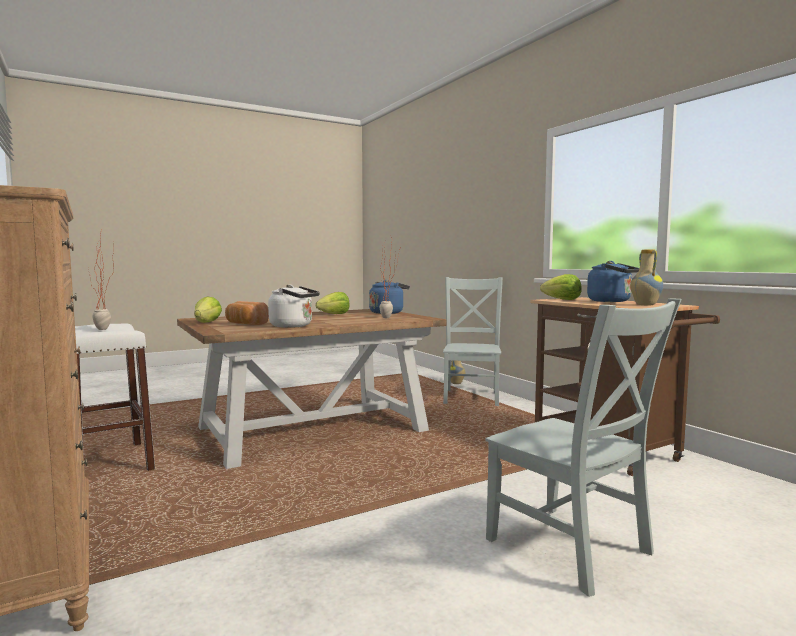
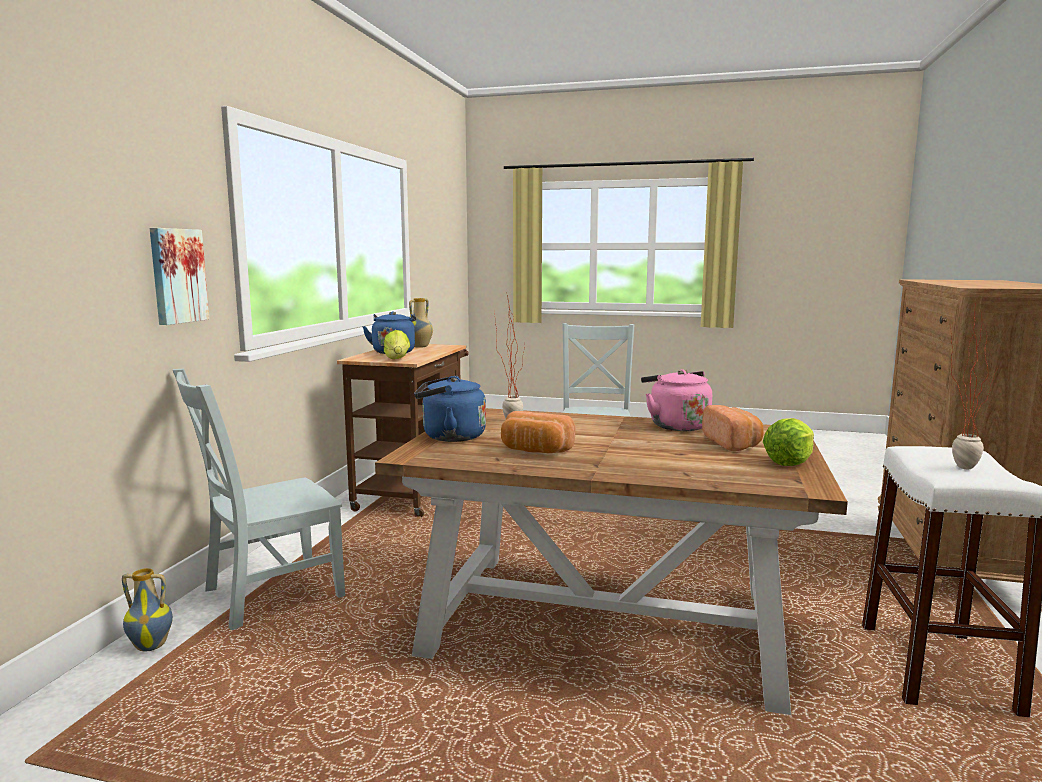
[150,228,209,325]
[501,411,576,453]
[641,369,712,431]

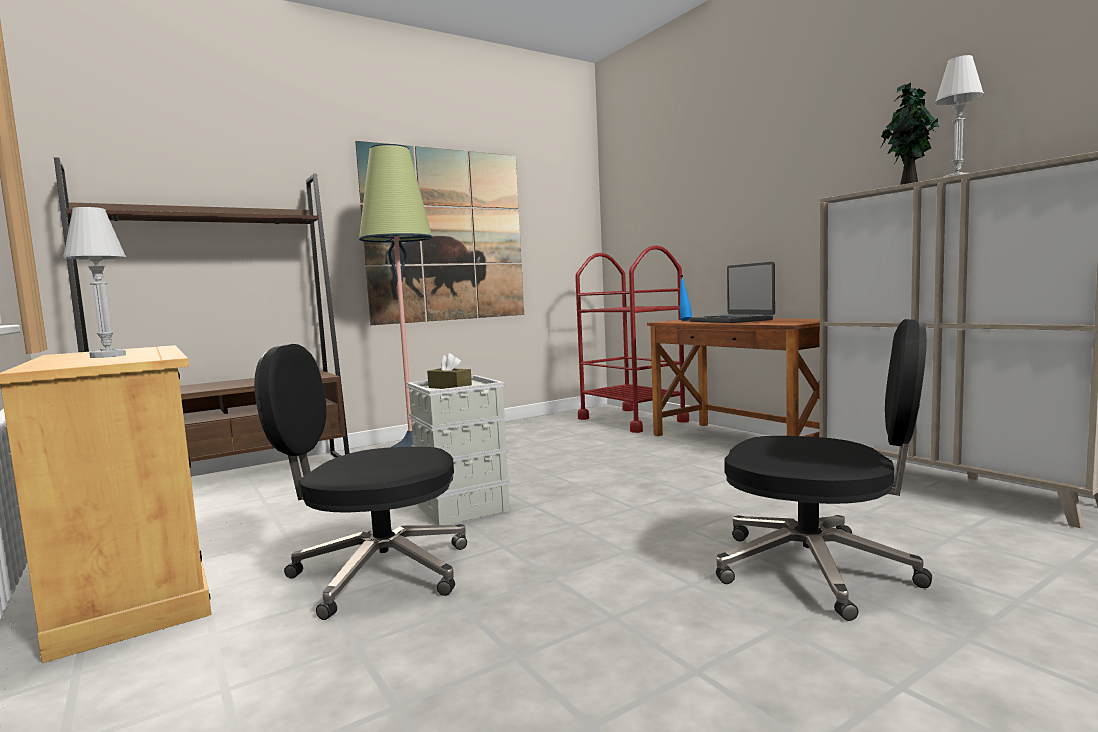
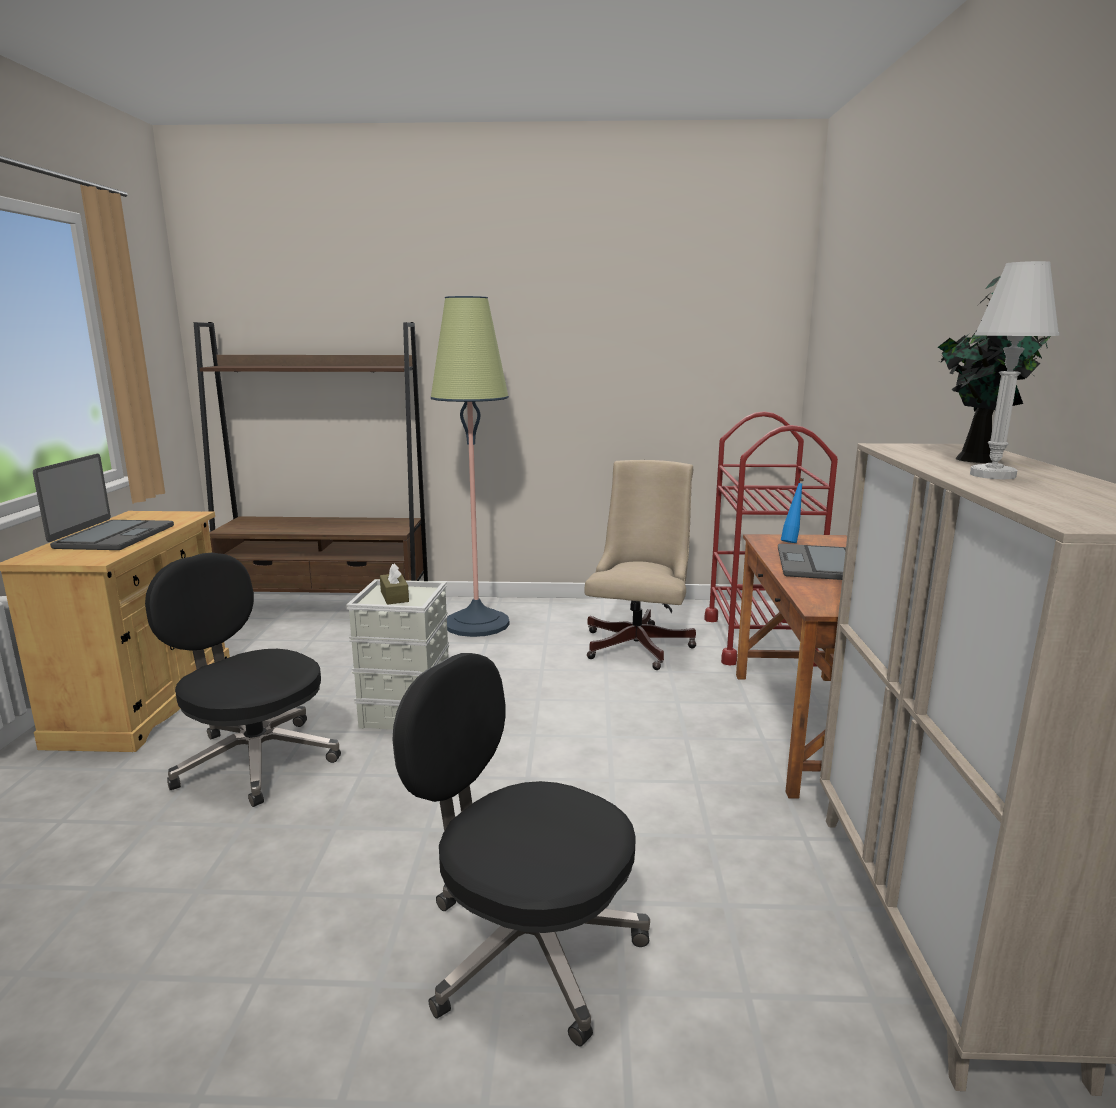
[33,454,174,550]
[392,653,650,1047]
[585,460,697,670]
[355,141,524,325] (first image)

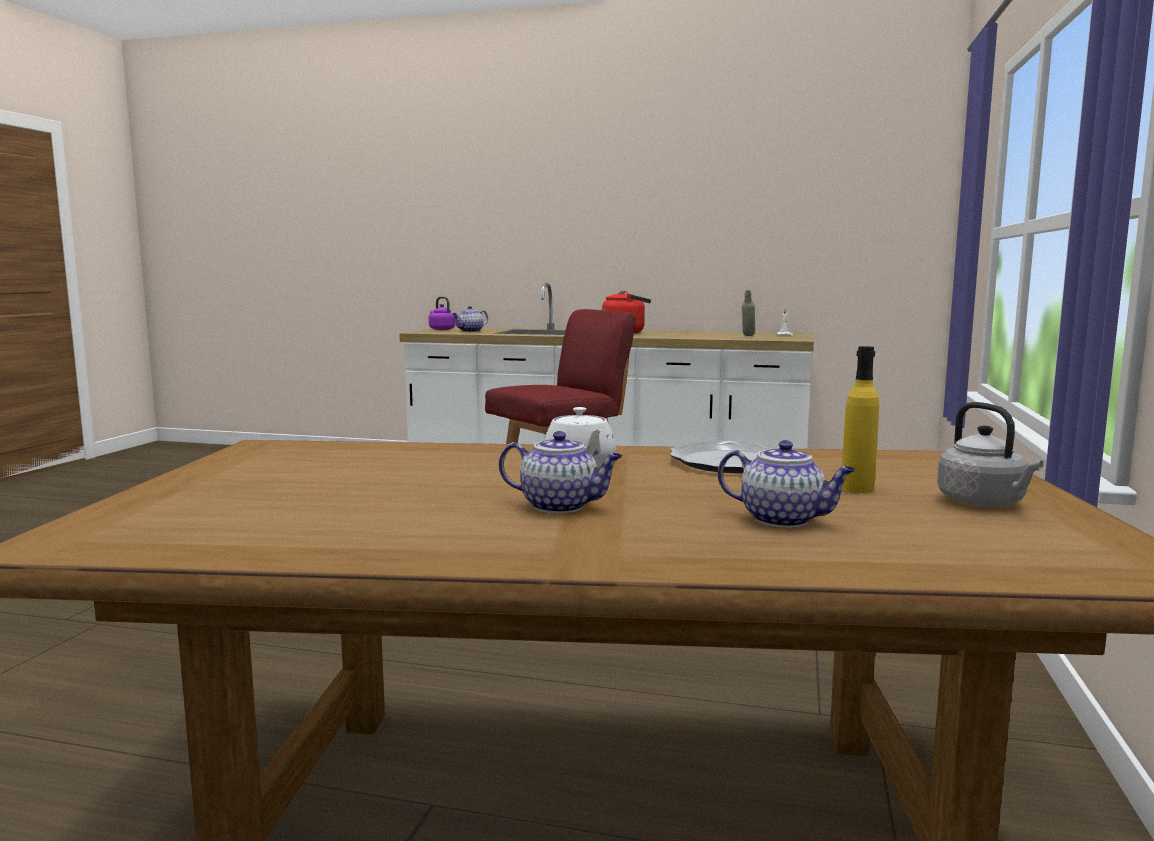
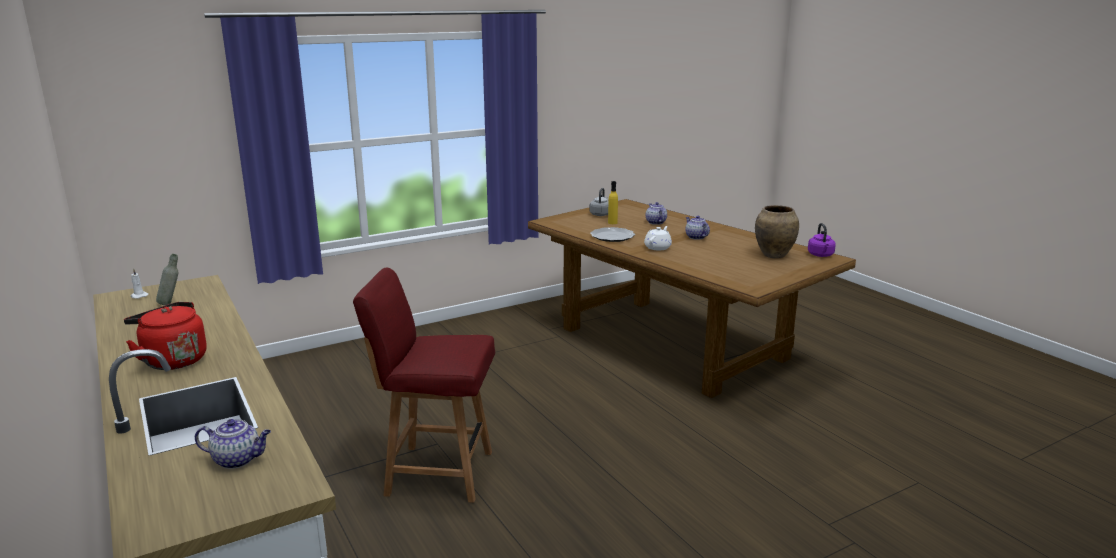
[755,205,799,258]
[808,223,836,257]

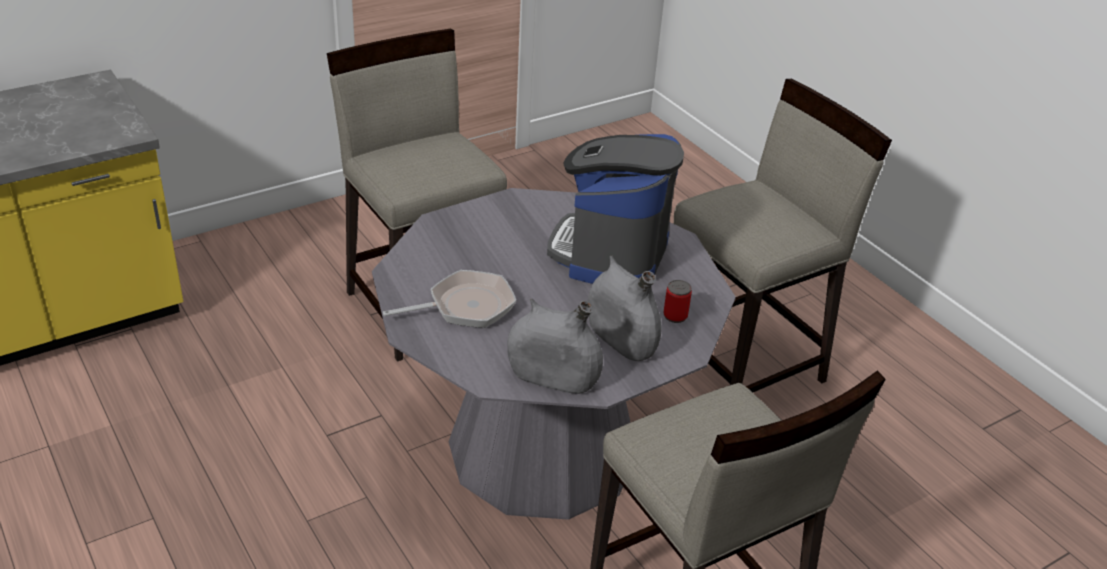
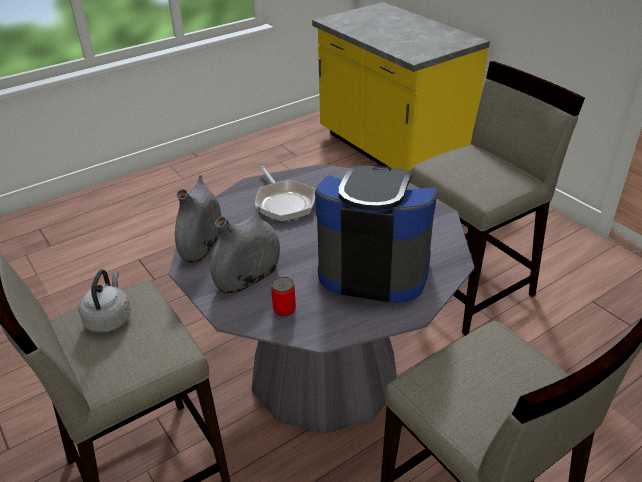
[78,269,131,333]

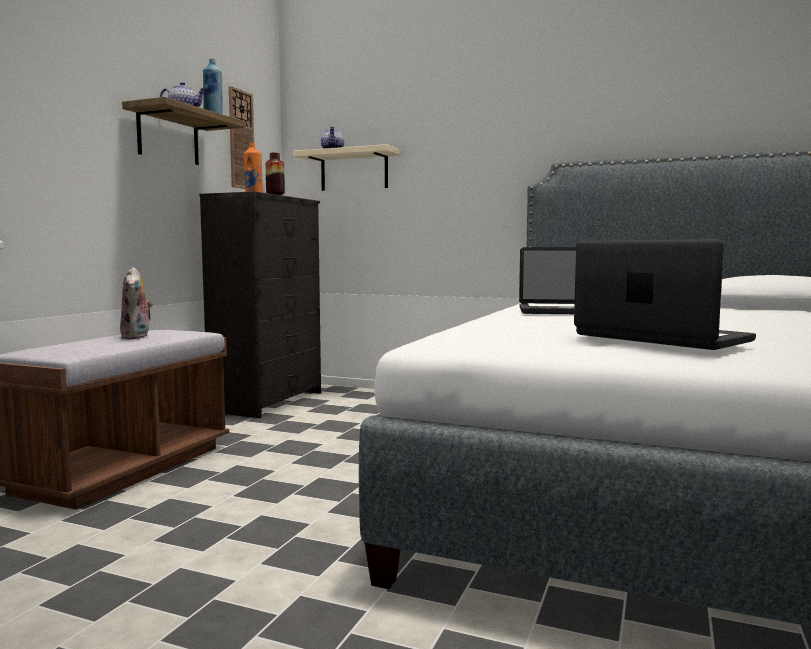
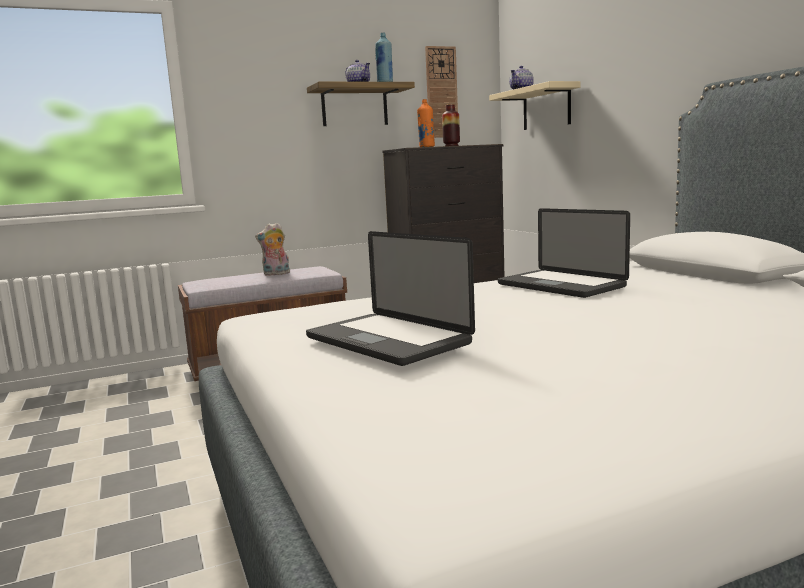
[255,223,290,276]
[306,231,475,366]

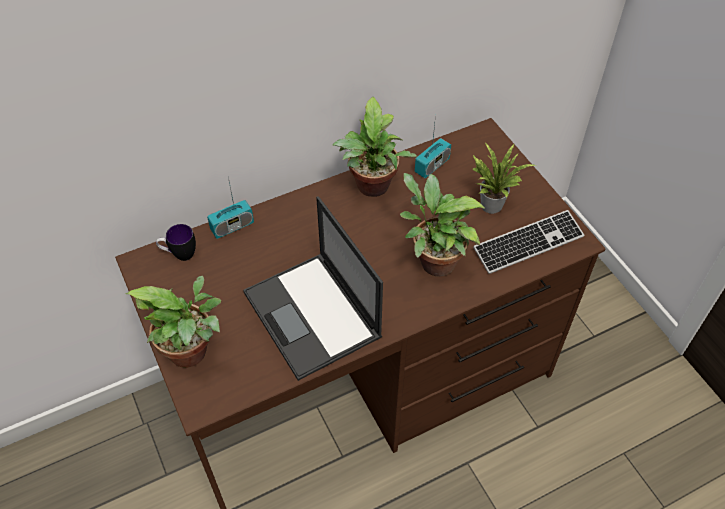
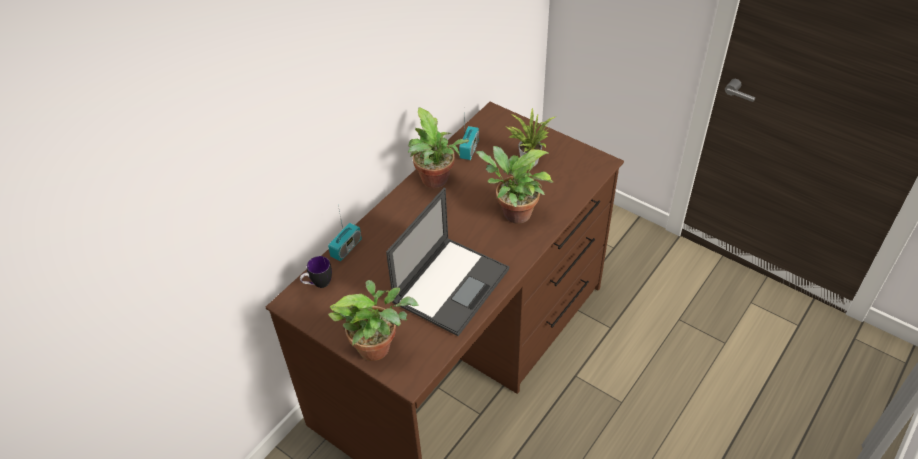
[386,188,509,336]
[473,210,585,274] (first image)

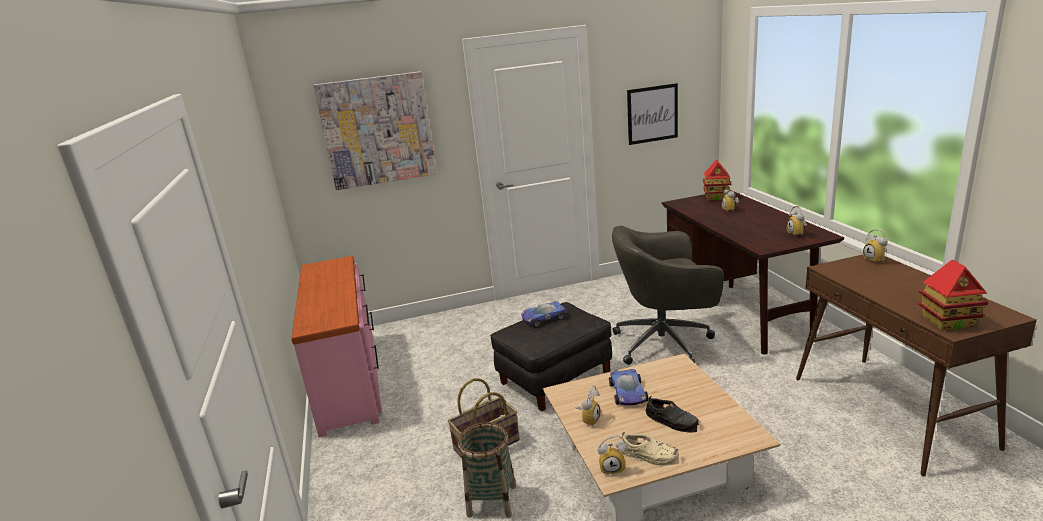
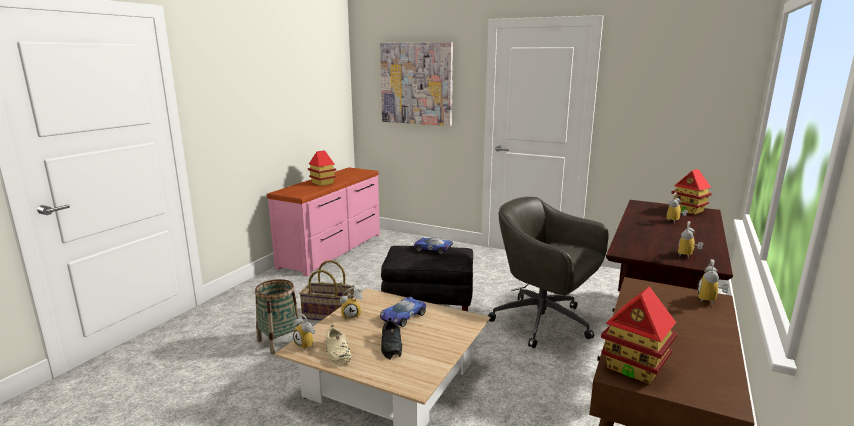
[308,150,336,186]
[627,83,678,145] (first image)

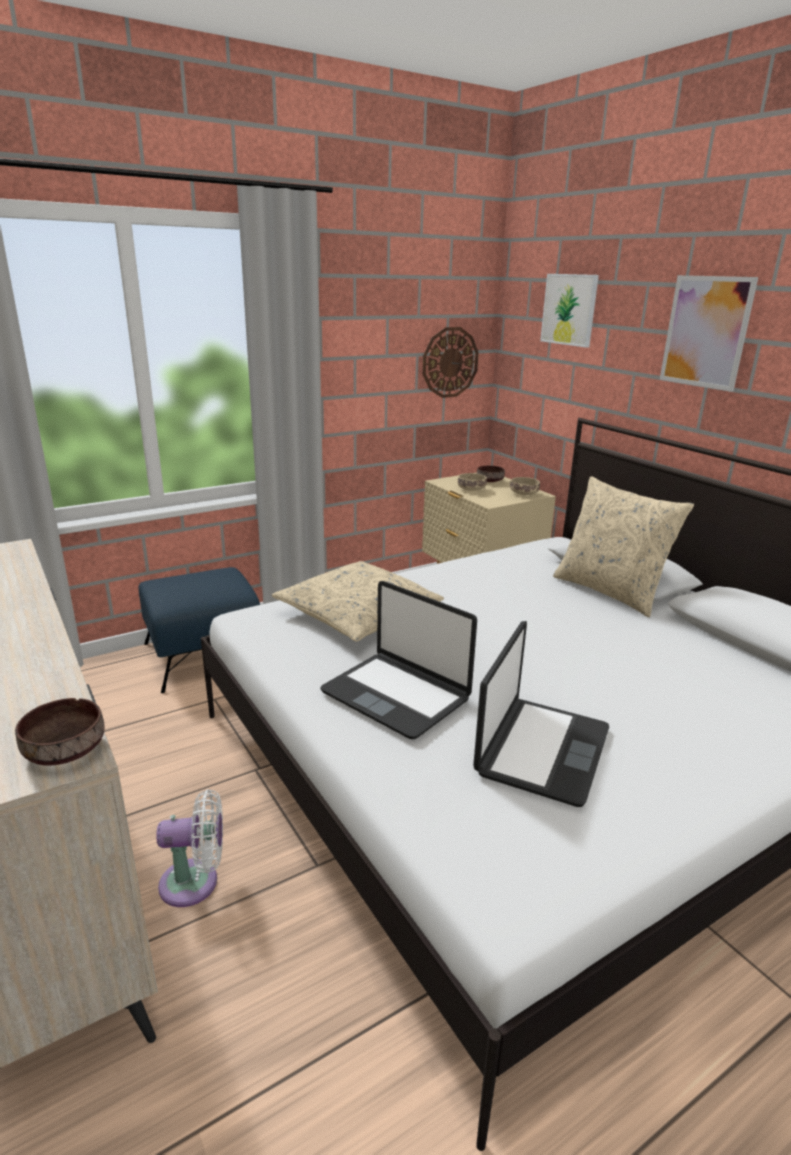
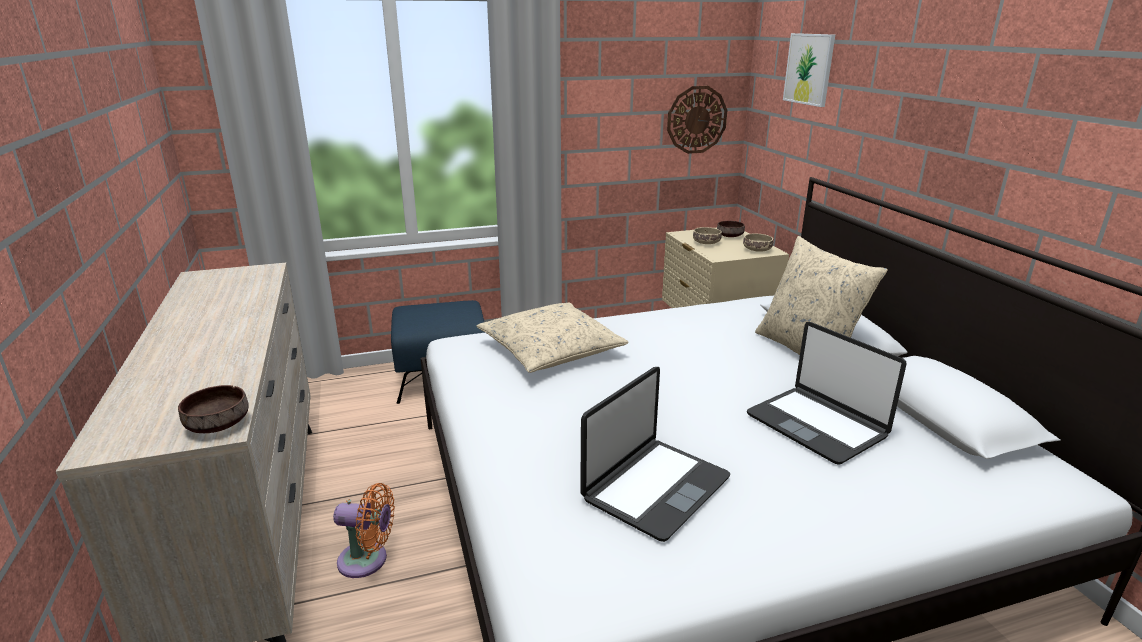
[333,483,395,578]
[747,322,907,464]
[660,275,758,392] (first image)

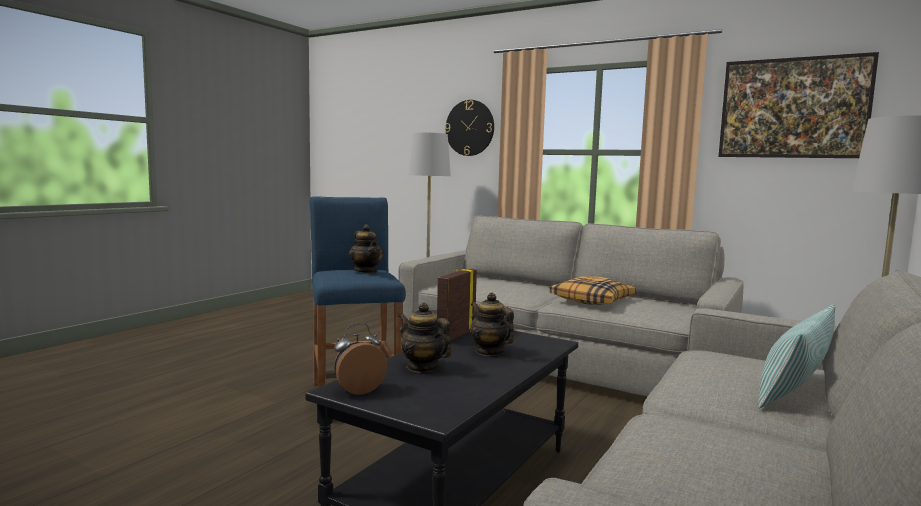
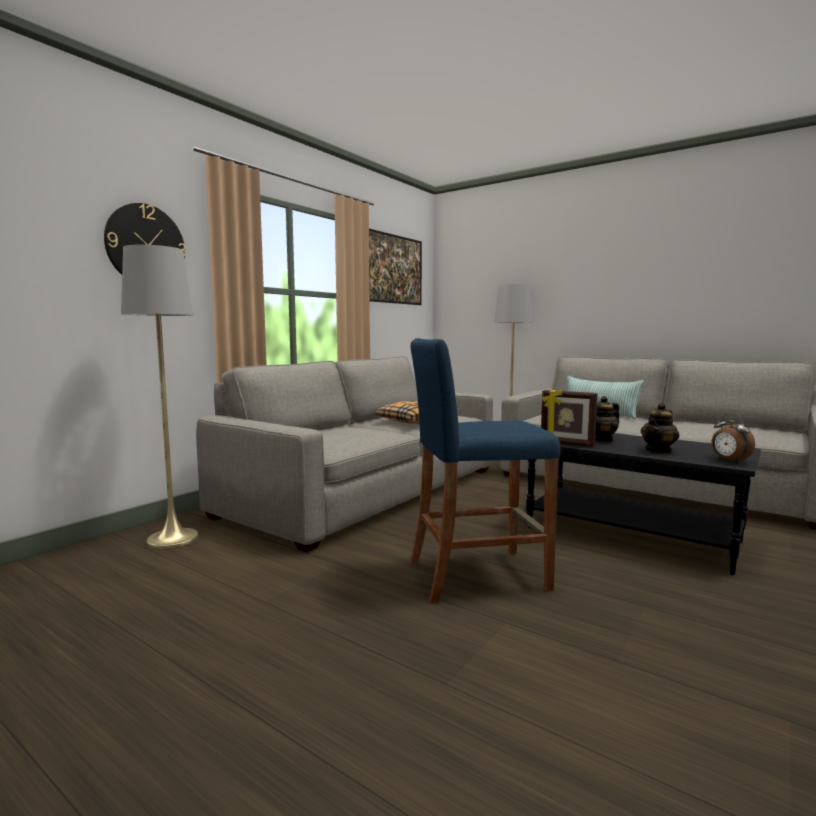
[349,224,383,273] (first image)

